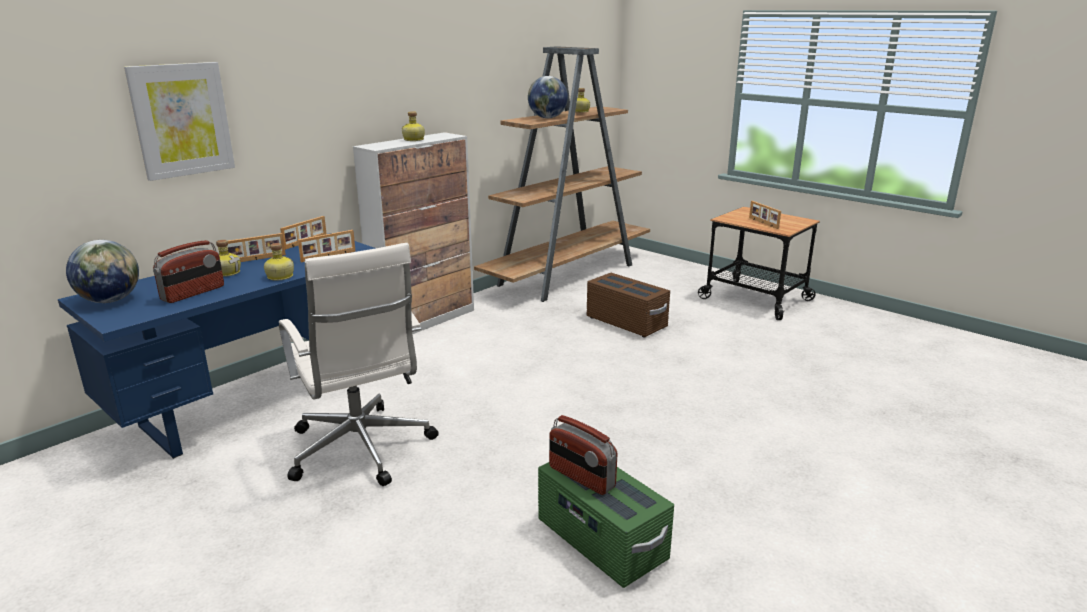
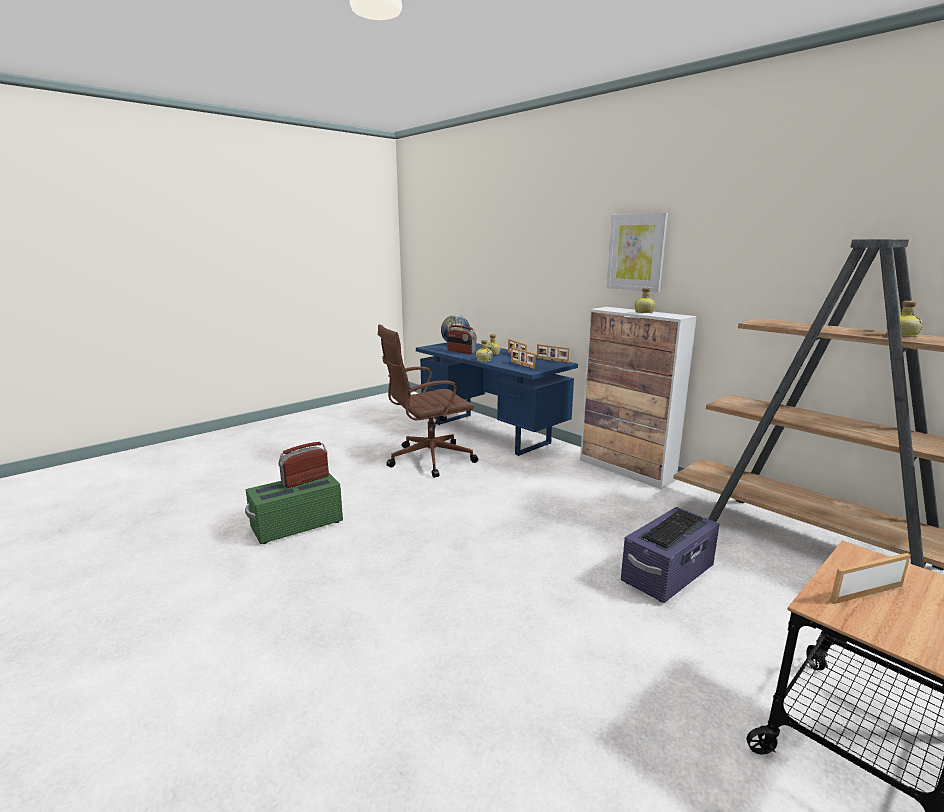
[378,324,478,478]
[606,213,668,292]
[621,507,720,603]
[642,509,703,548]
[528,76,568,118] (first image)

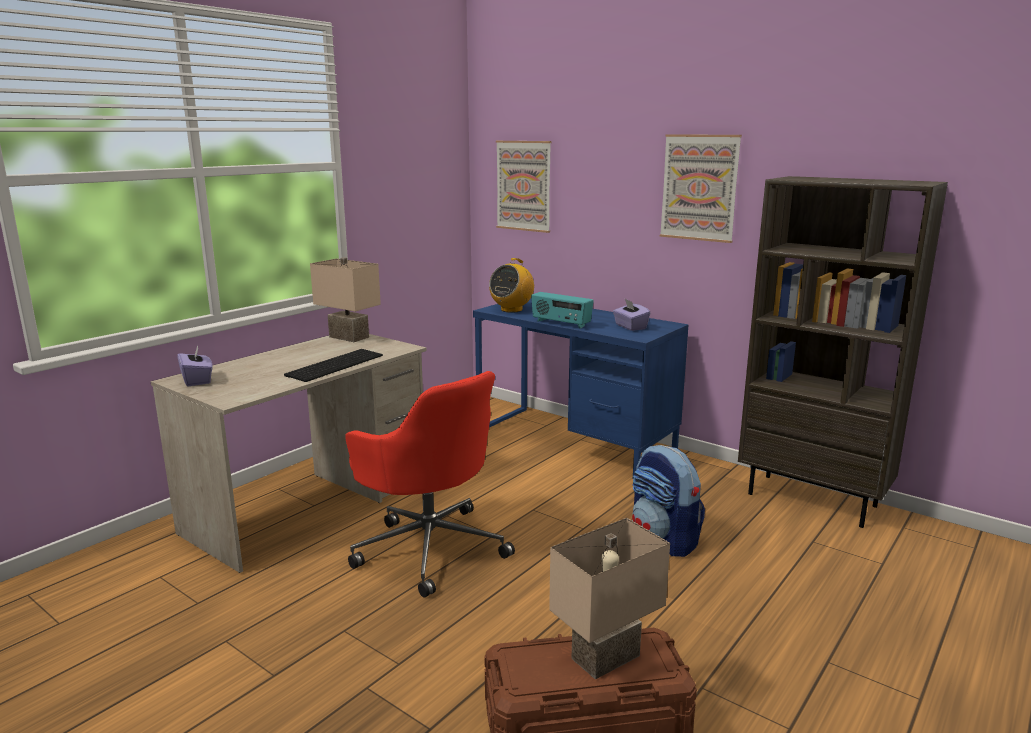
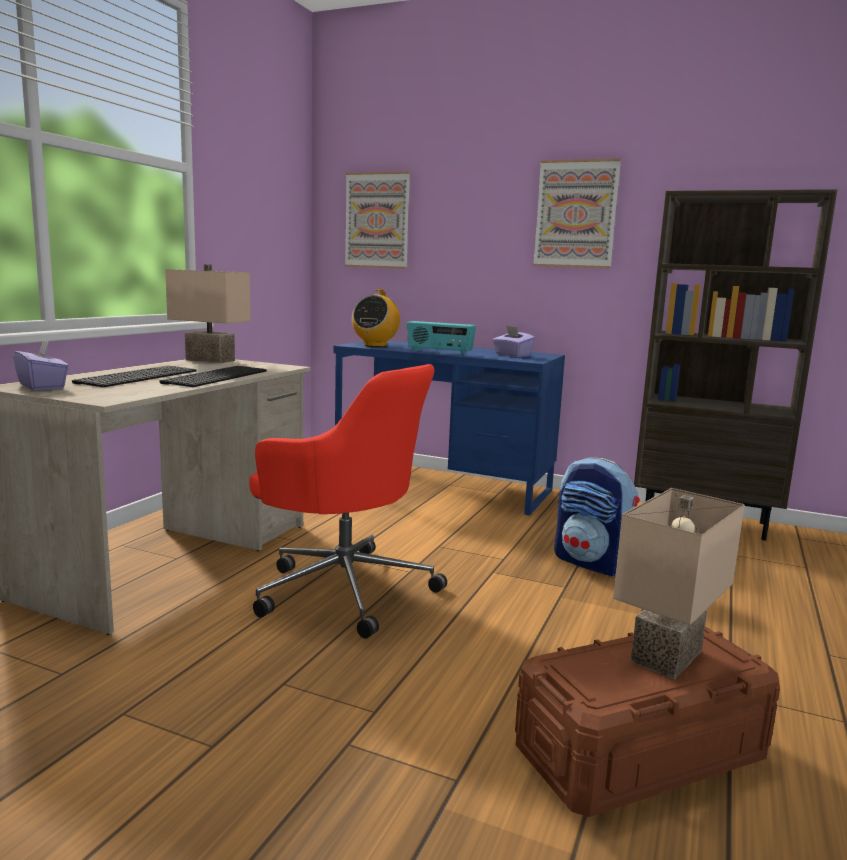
[72,366,197,387]

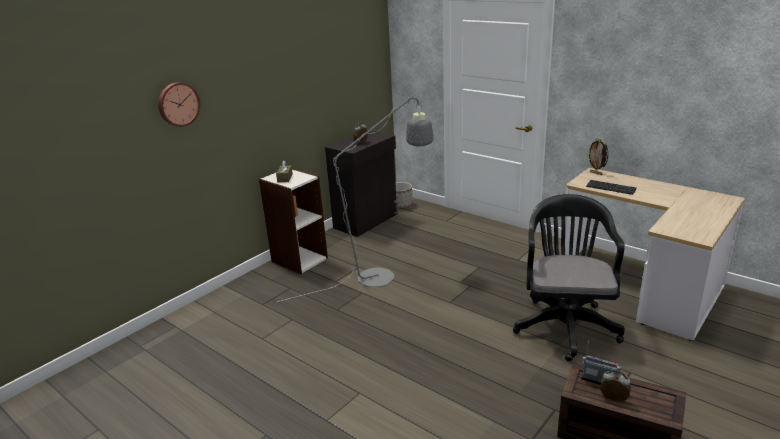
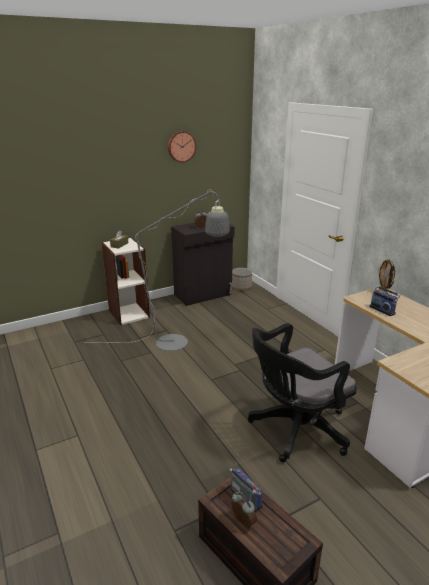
[168,131,196,163]
[248,323,357,462]
[369,284,400,316]

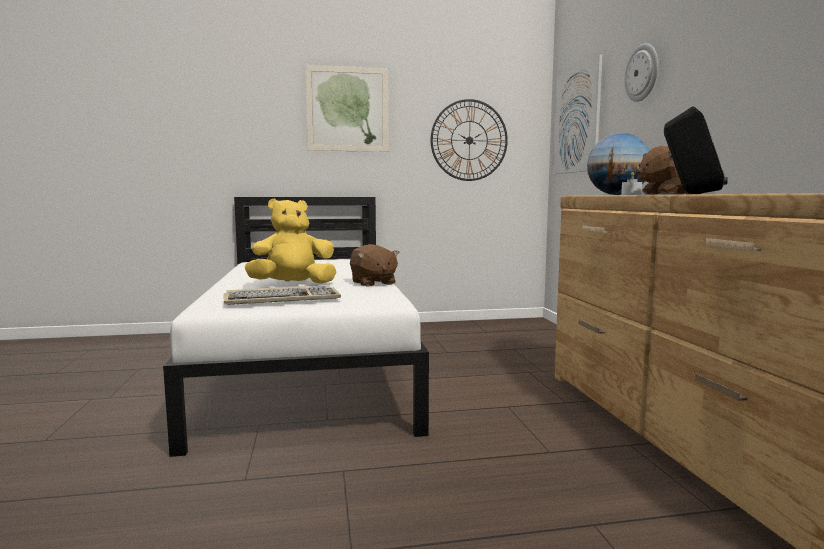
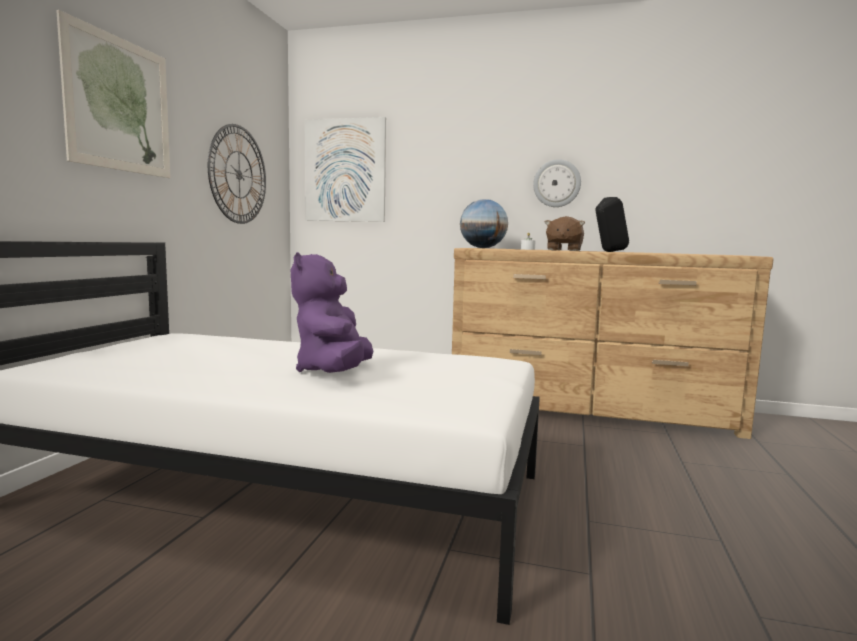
[290,252,373,373]
[533,159,581,207]
[224,285,341,305] (first image)
[350,244,400,287] (first image)

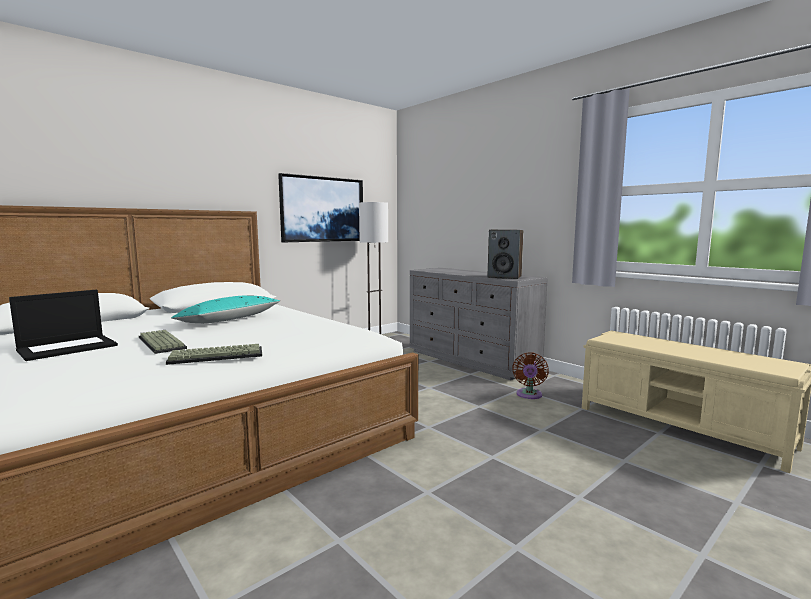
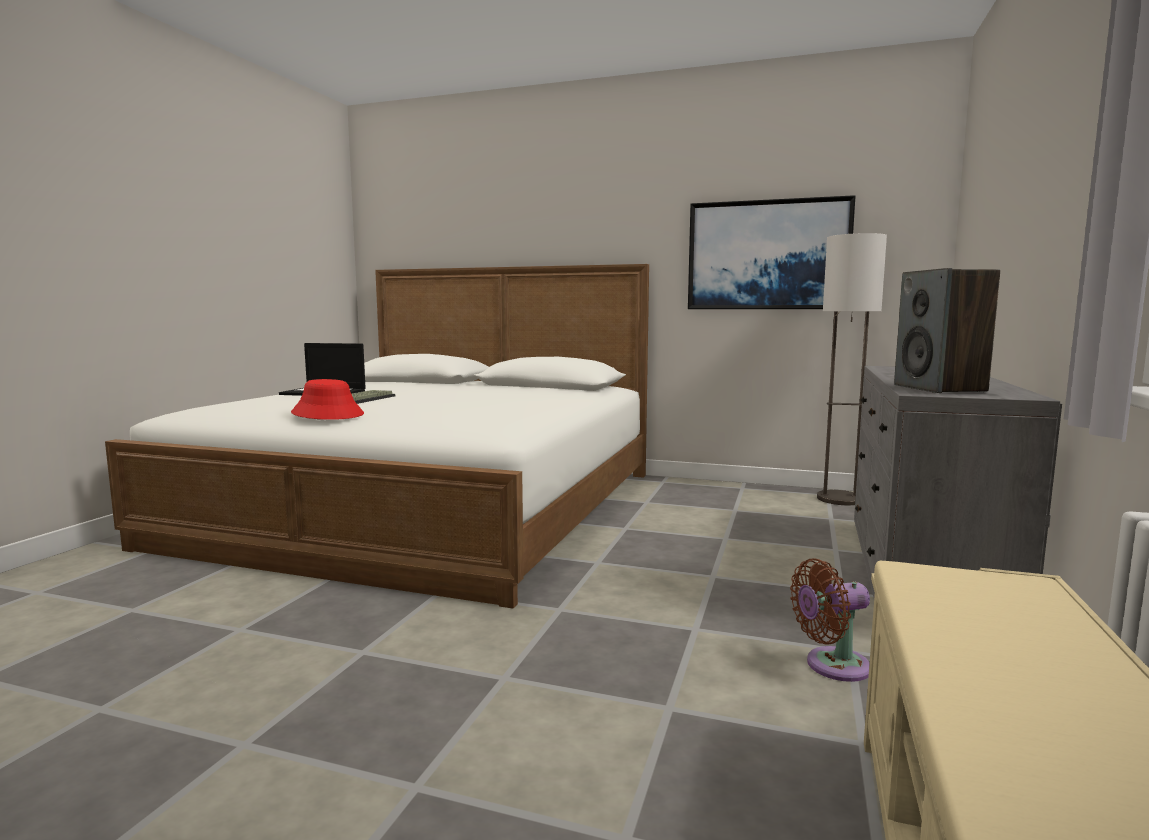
[291,379,364,420]
[171,295,280,323] (first image)

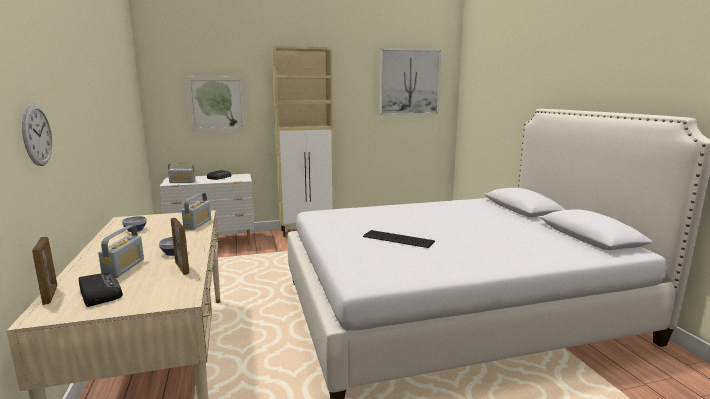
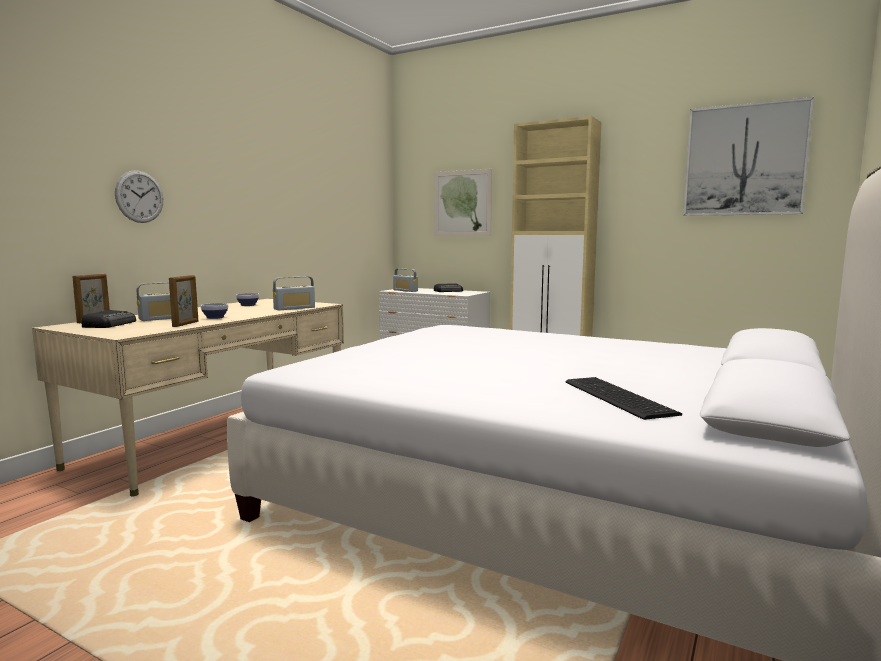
[566,377,682,420]

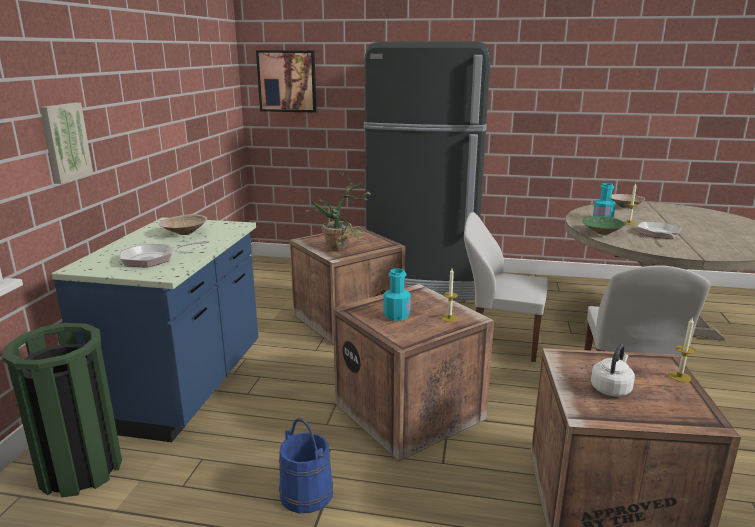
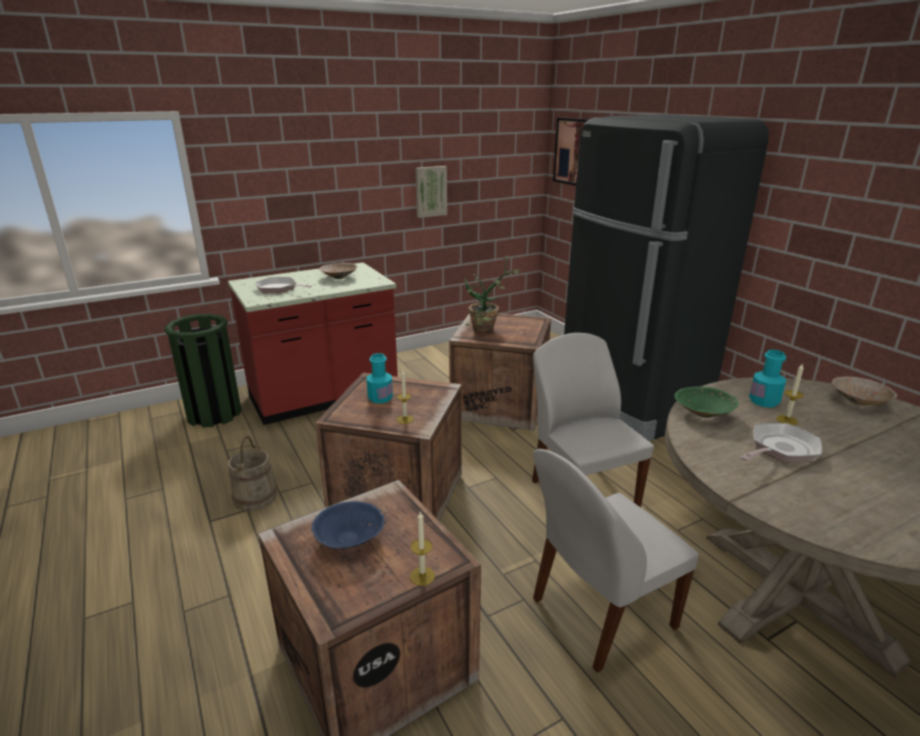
[228,262,398,425]
[228,436,277,511]
[312,501,385,549]
[416,166,447,218]

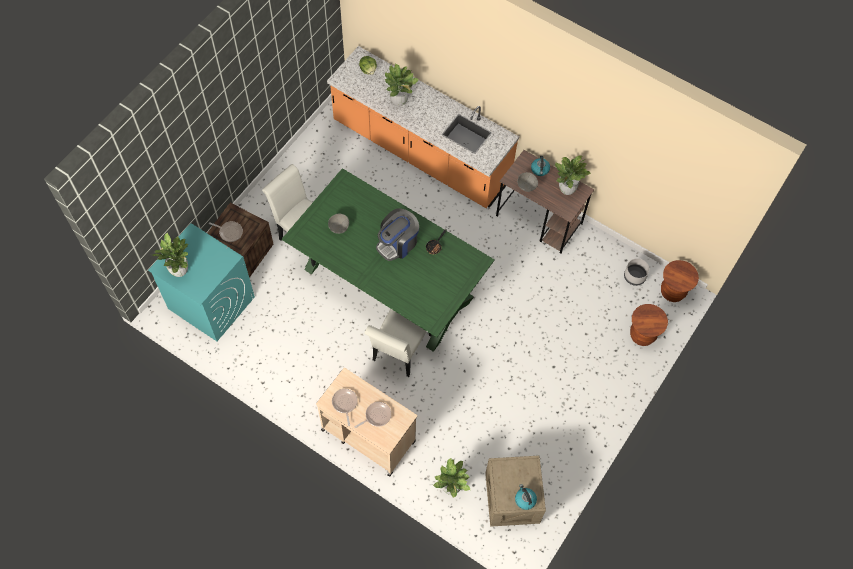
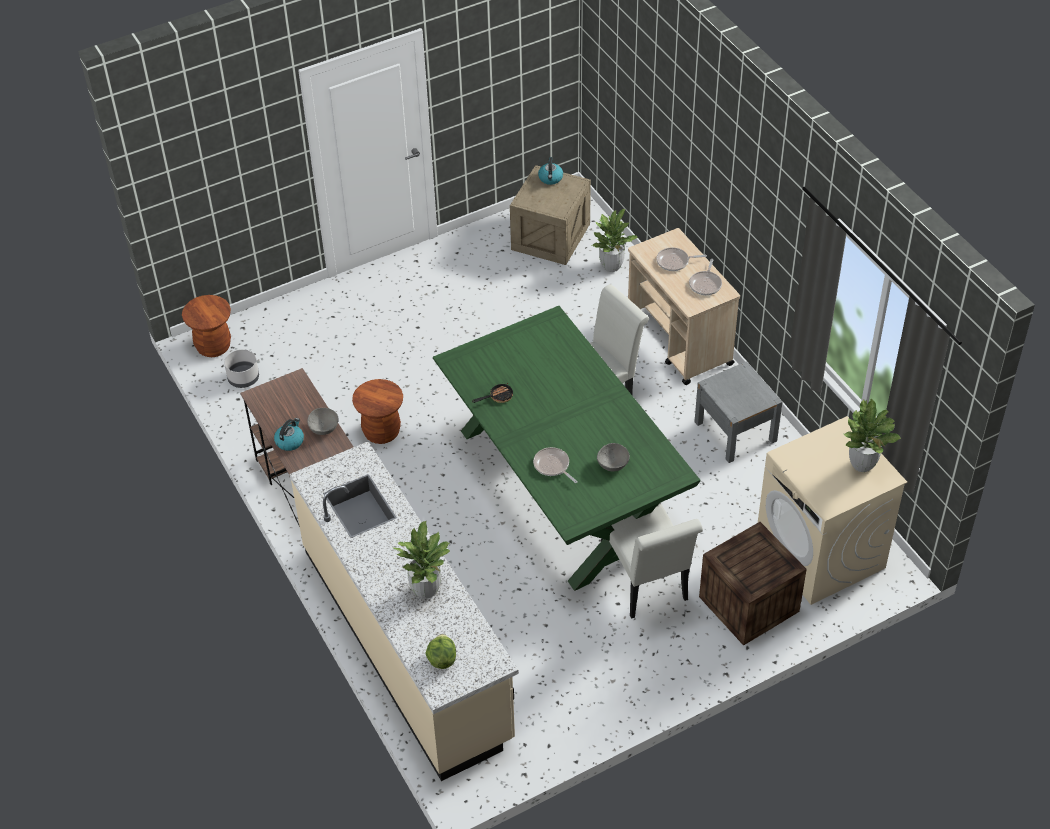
[290,441,519,781]
[352,379,403,444]
[533,447,578,483]
[695,361,782,463]
[758,416,907,605]
[376,208,419,261] (first image)
[555,155,591,195] (first image)

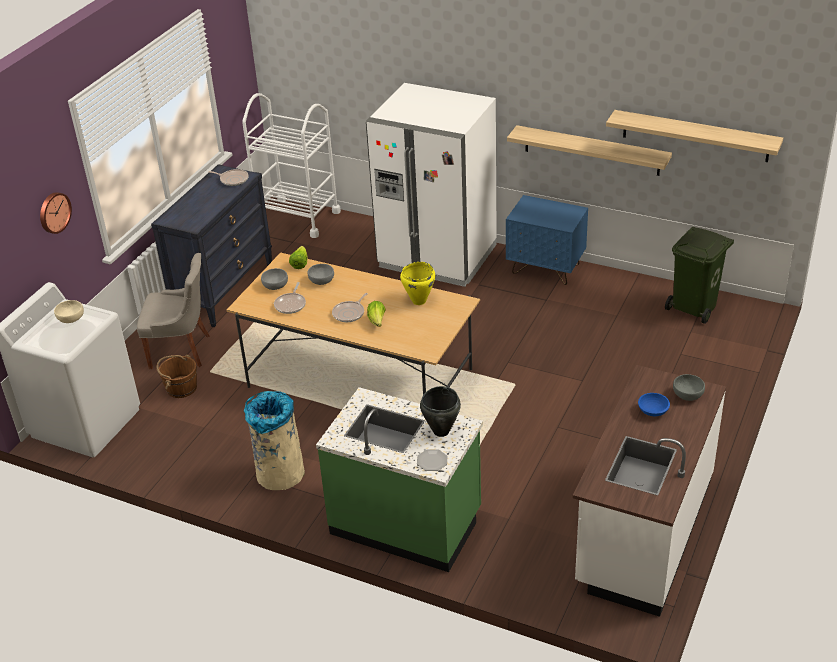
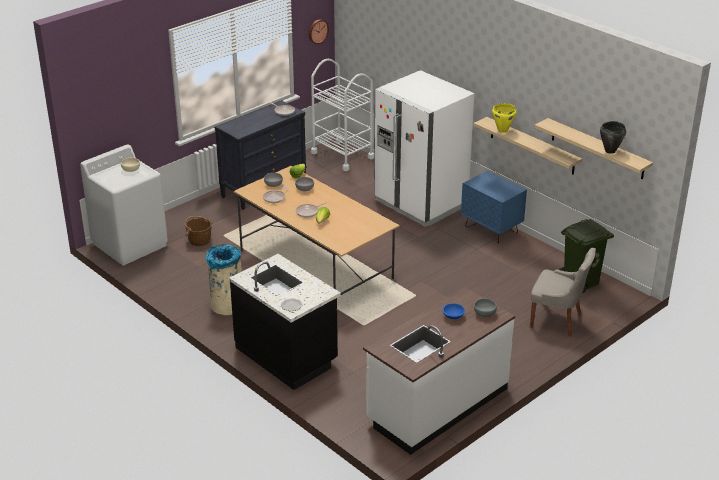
[229,254,341,390]
[309,19,329,44]
[492,103,517,133]
[530,248,596,337]
[600,121,626,154]

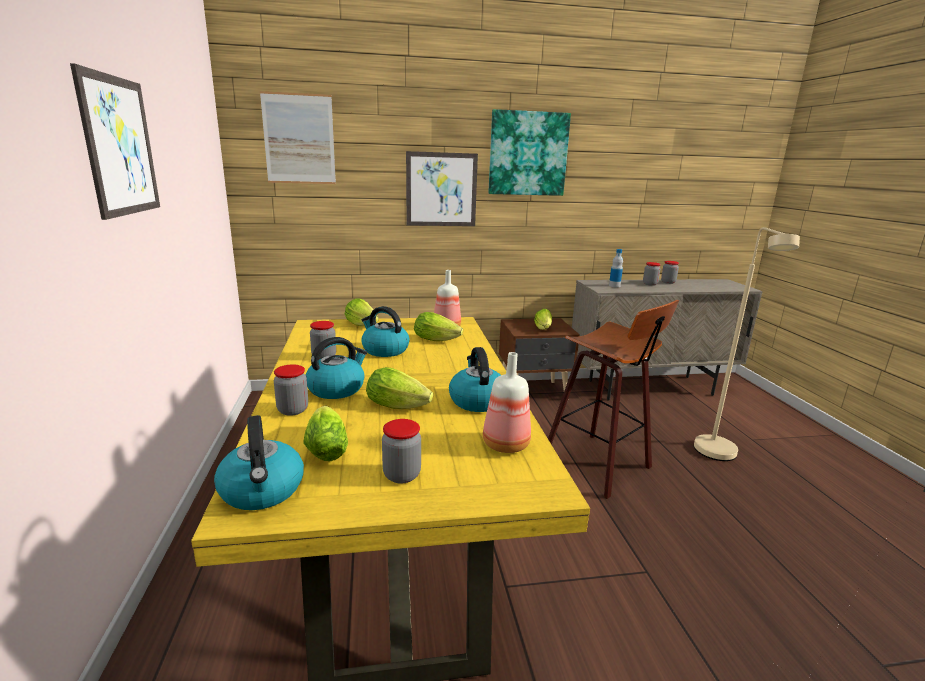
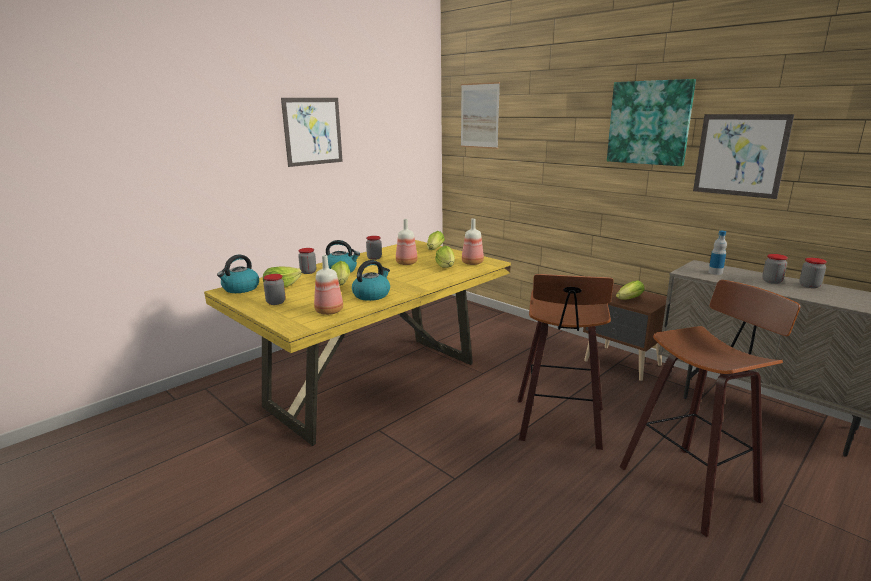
[396,219,418,265]
[620,280,800,537]
[693,114,794,199]

